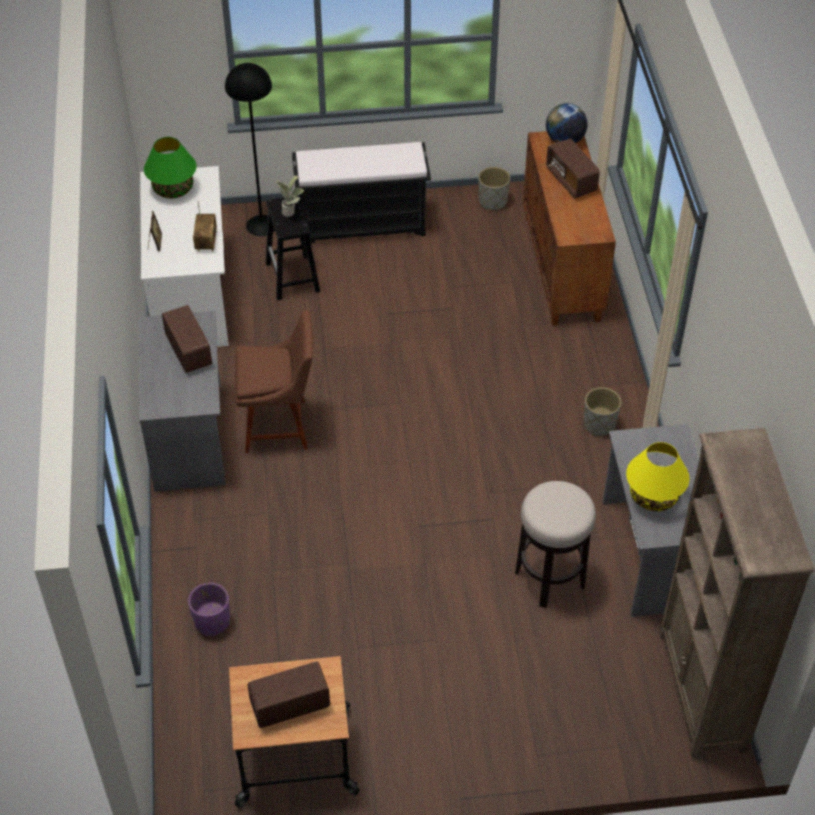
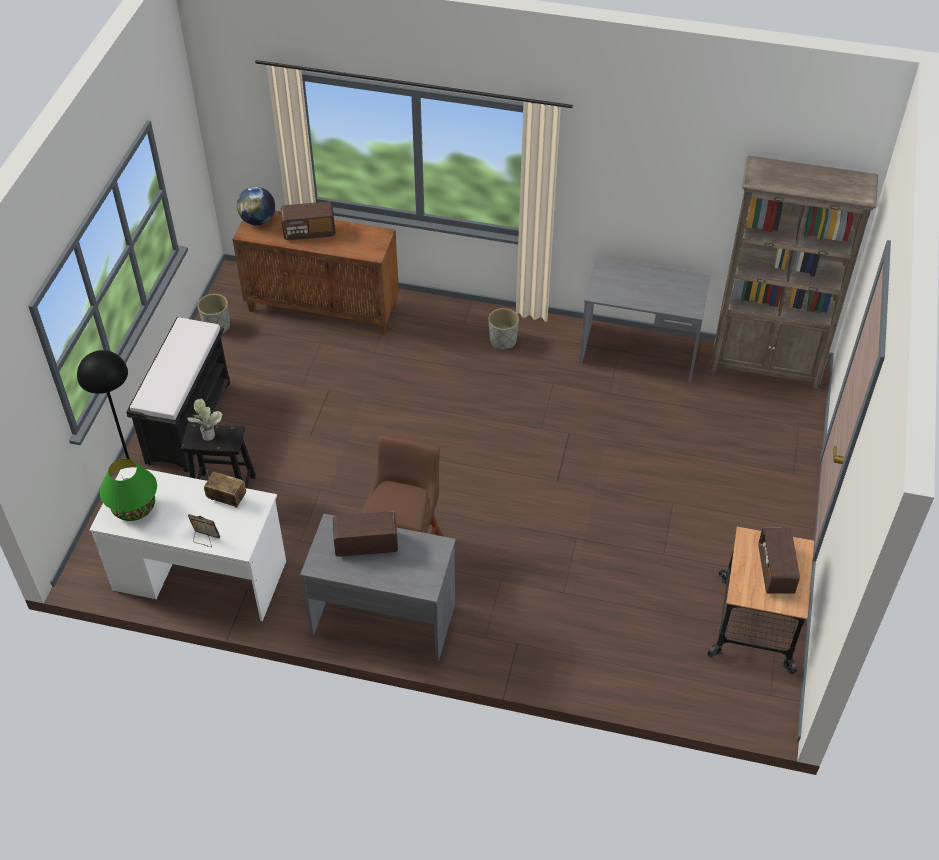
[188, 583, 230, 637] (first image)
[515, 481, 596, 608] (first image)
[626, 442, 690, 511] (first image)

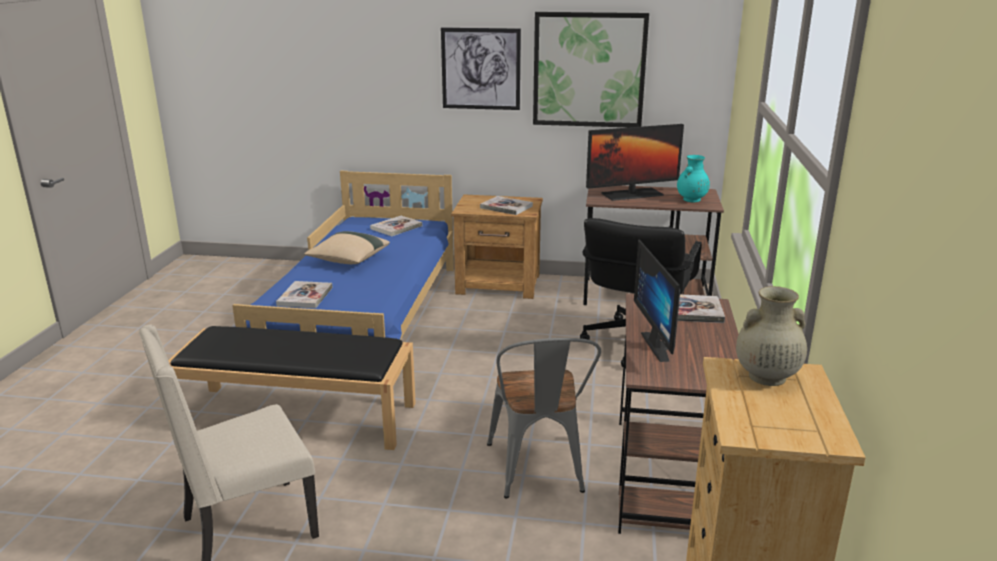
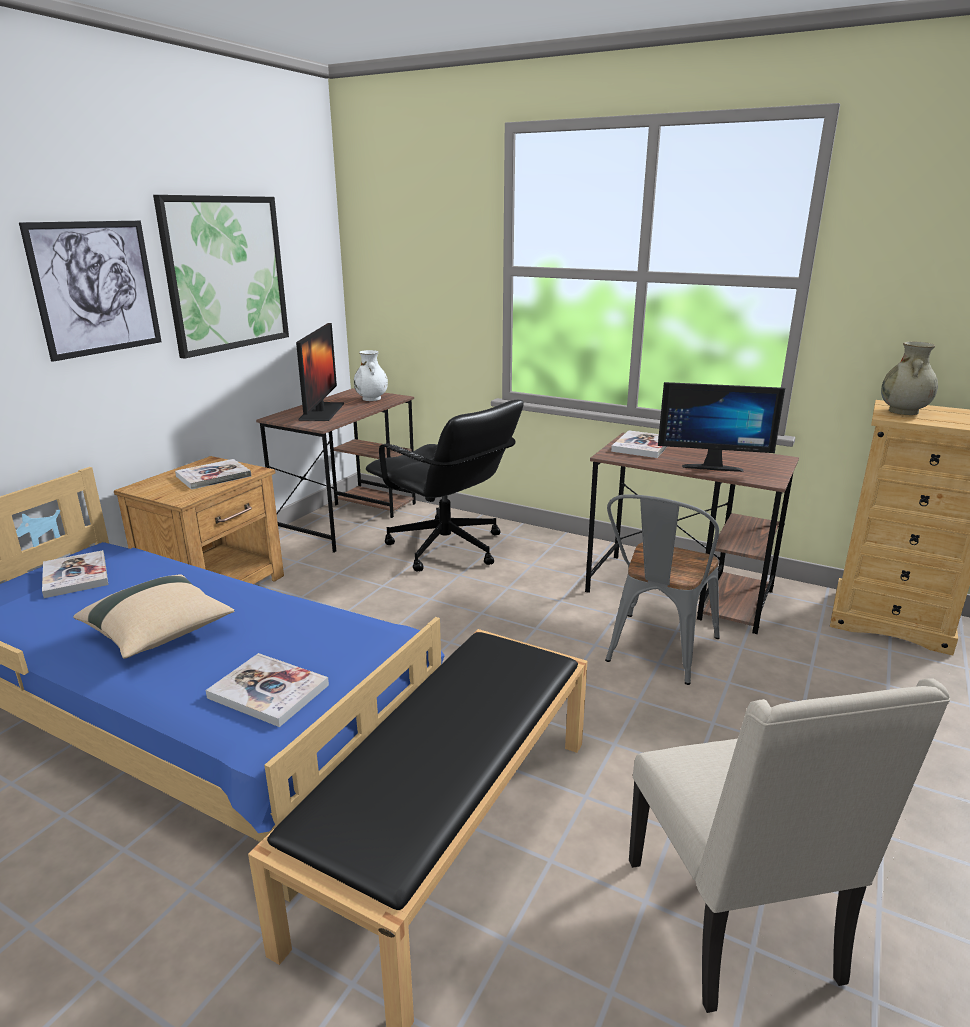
[354, 350, 388, 401]
[605, 494, 720, 685]

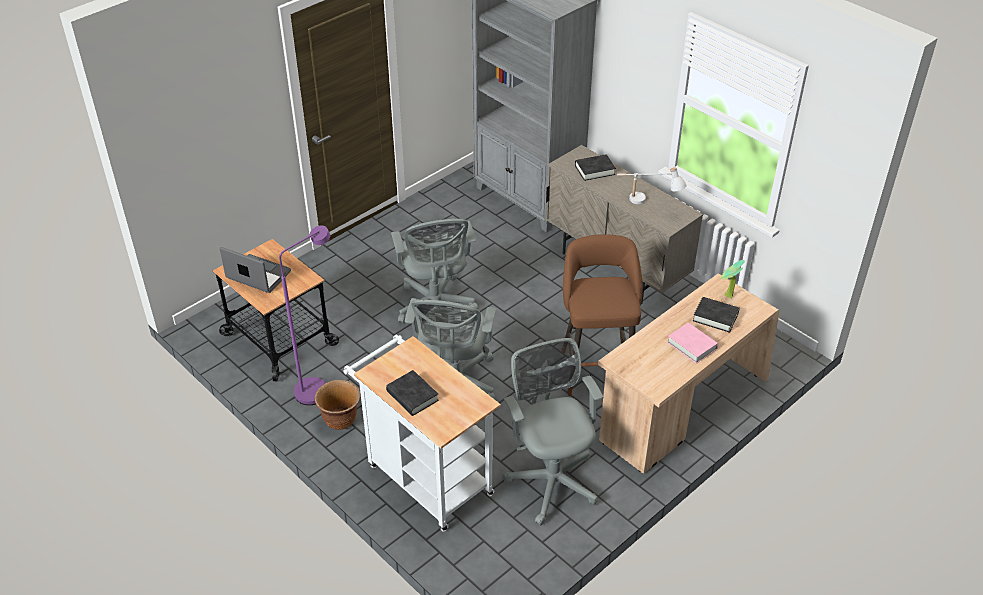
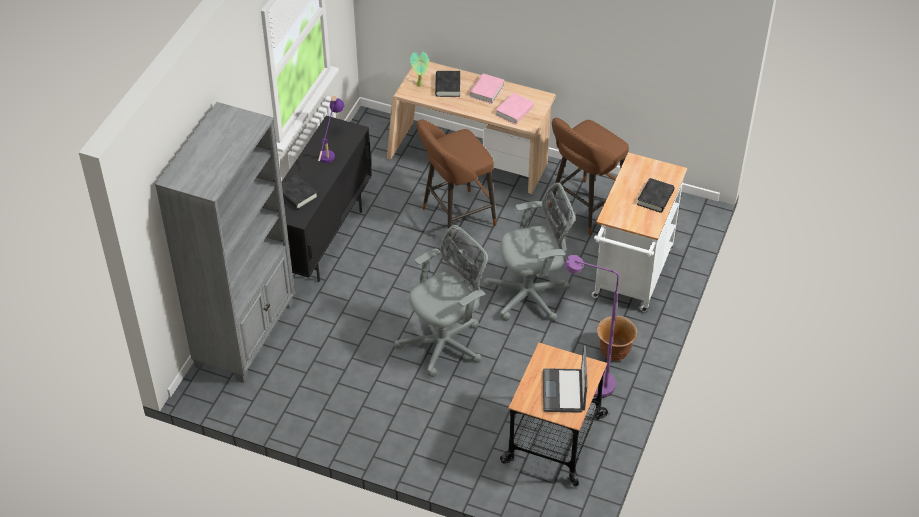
[282, 116, 372, 282]
[318, 95, 344, 163]
[496, 93, 534, 124]
[549, 118, 629, 235]

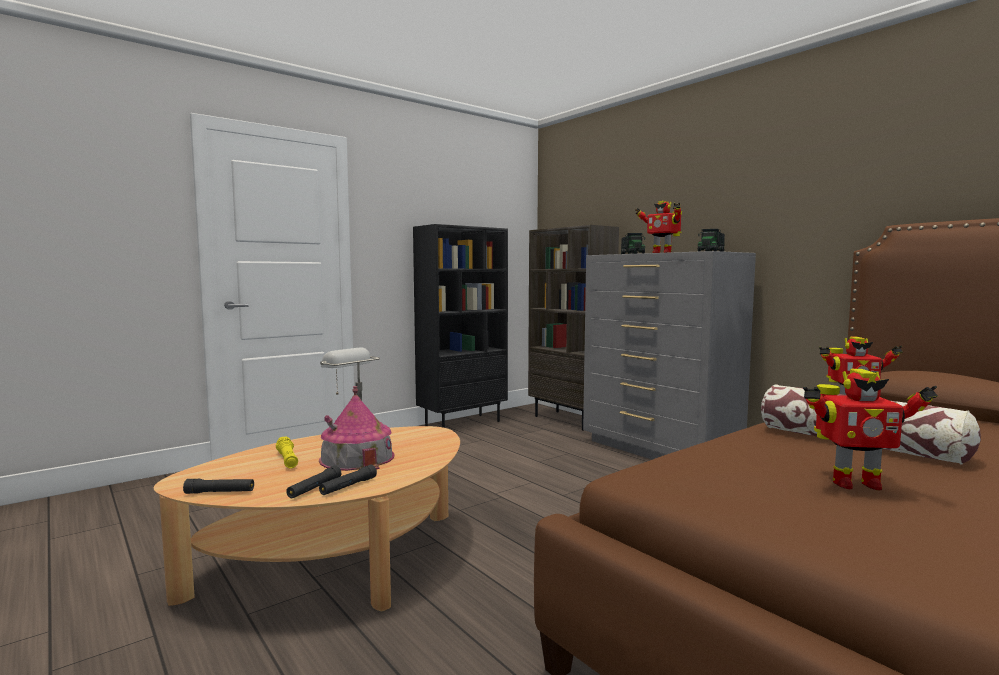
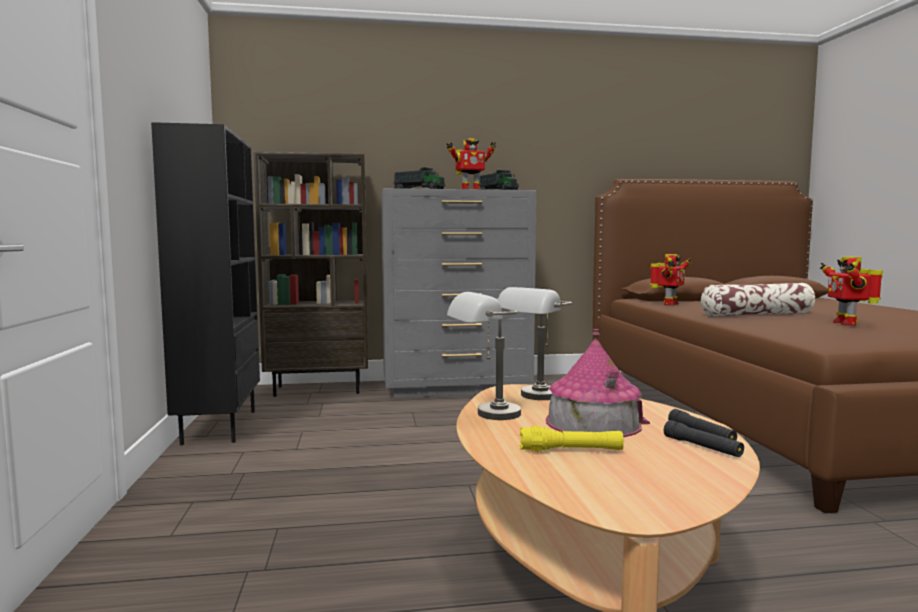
[497, 287, 572, 400]
[820, 257, 883, 326]
[183, 479, 254, 494] (first image)

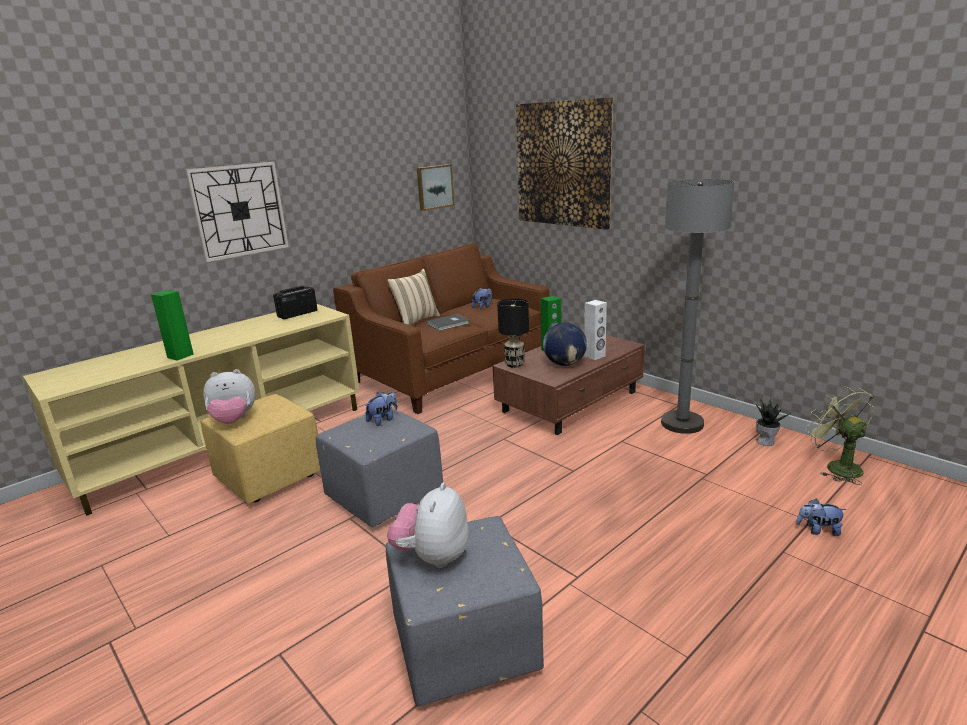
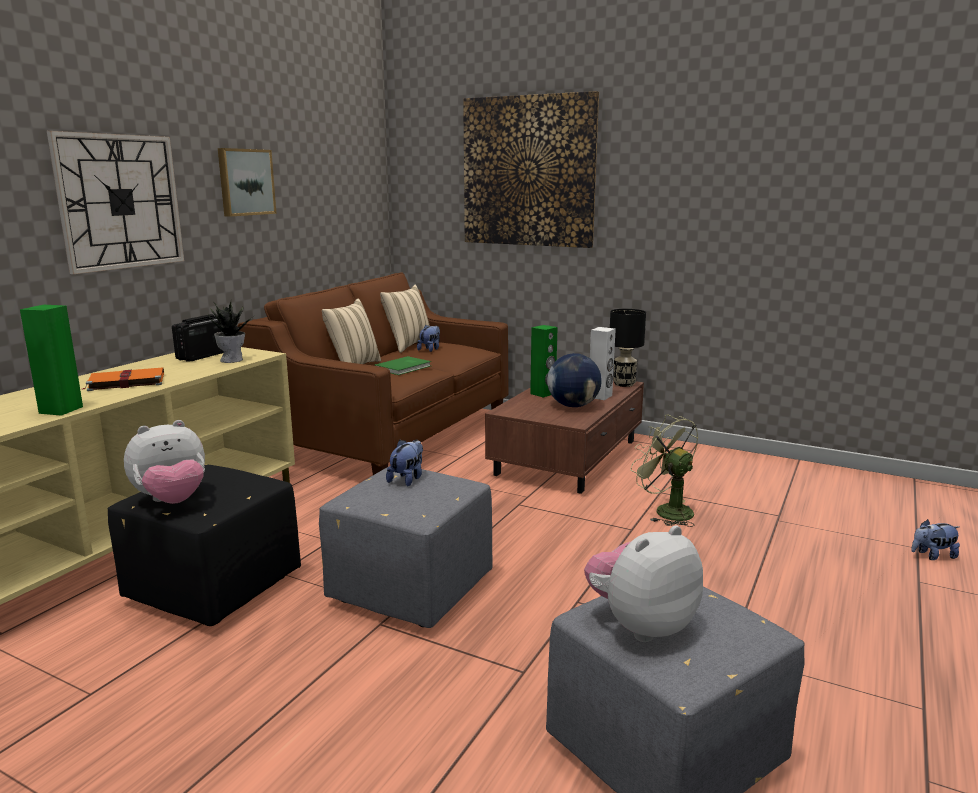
[81, 368, 164, 391]
[108, 465, 301, 626]
[208, 301, 254, 363]
[218, 148, 277, 217]
[374, 356, 431, 375]
[380, 285, 430, 353]
[584, 525, 703, 642]
[610, 309, 646, 387]
[630, 414, 698, 527]
[661, 179, 735, 434] (first image)

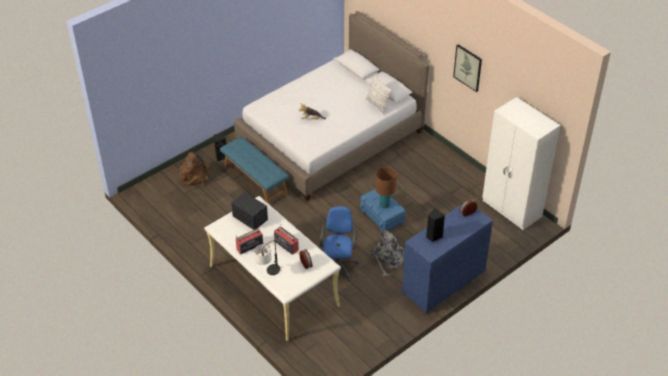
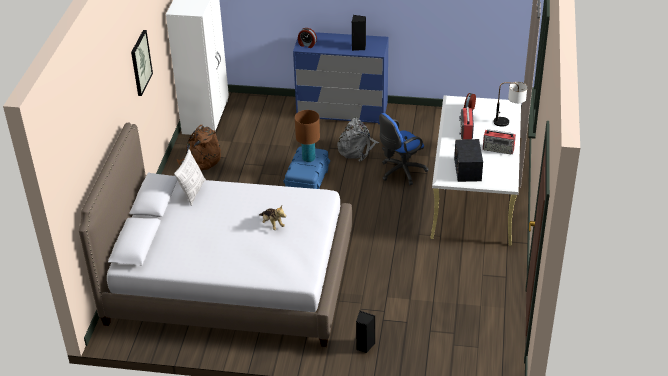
[177, 125, 221, 171]
[220, 136, 289, 205] (first image)

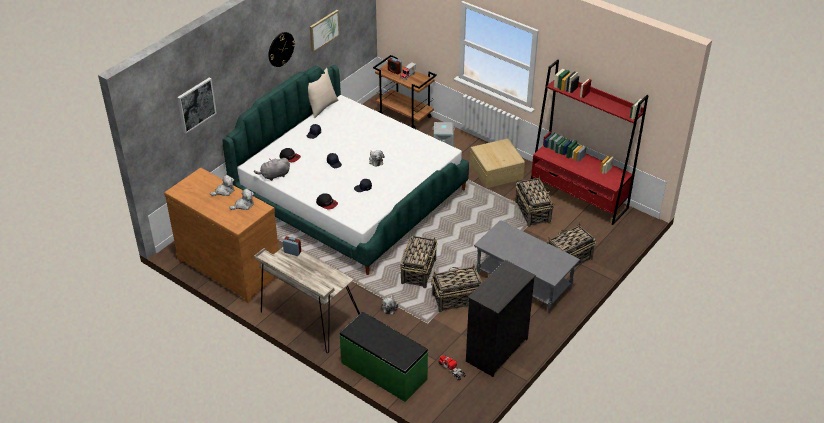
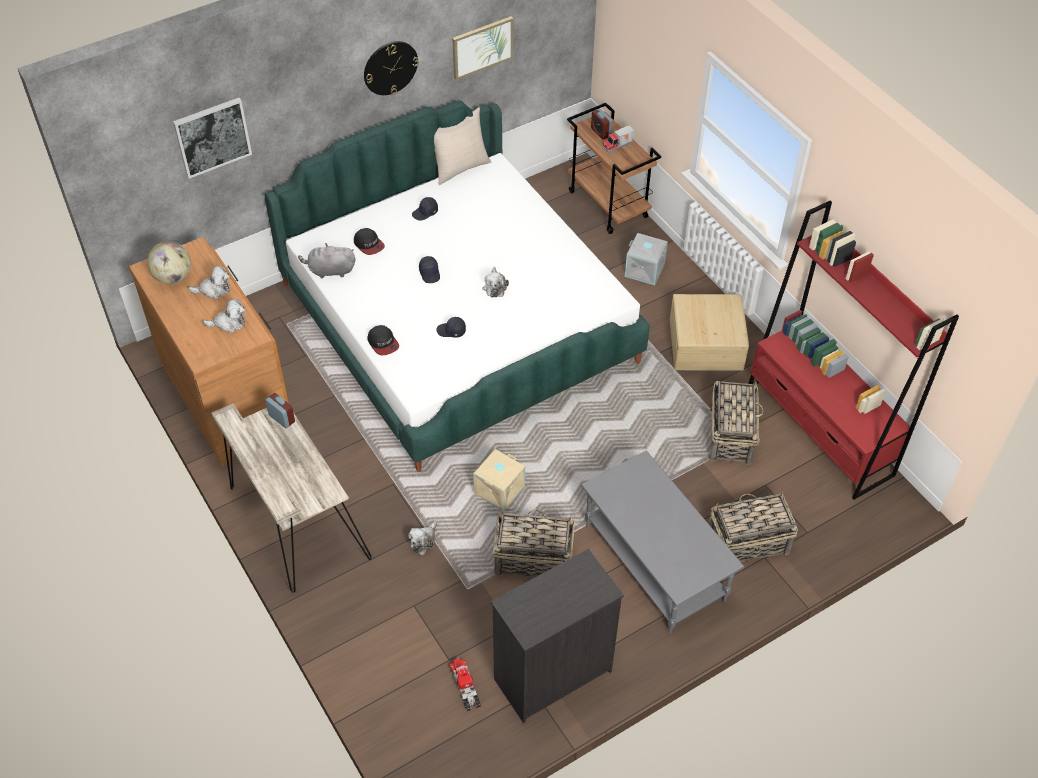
[147, 241, 191, 284]
[473, 449, 525, 511]
[339, 312, 428, 402] (first image)

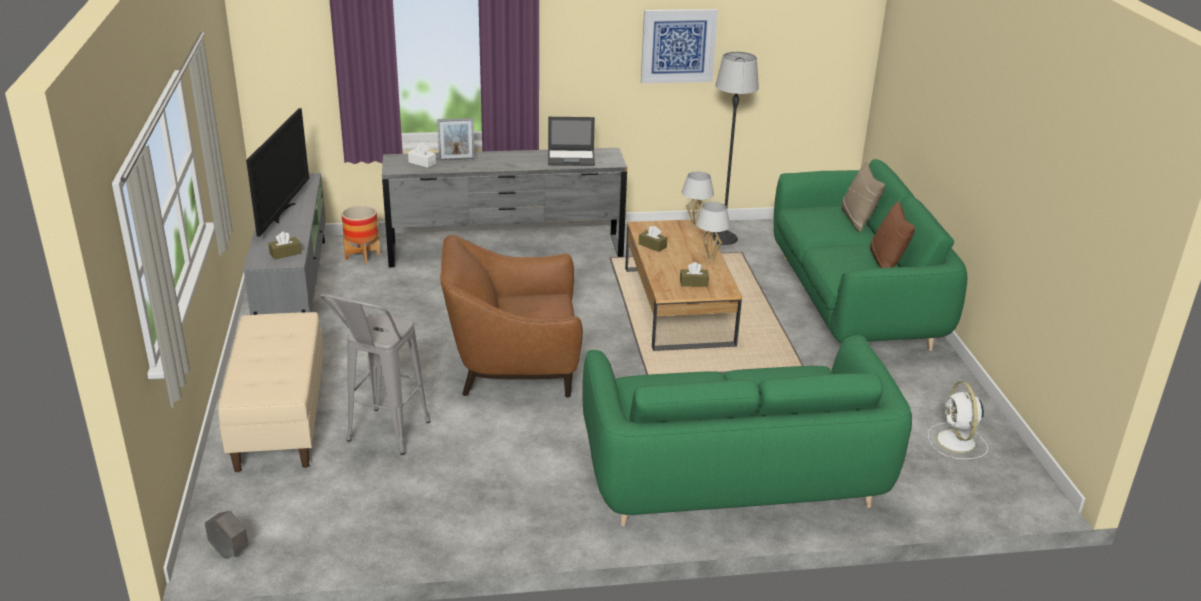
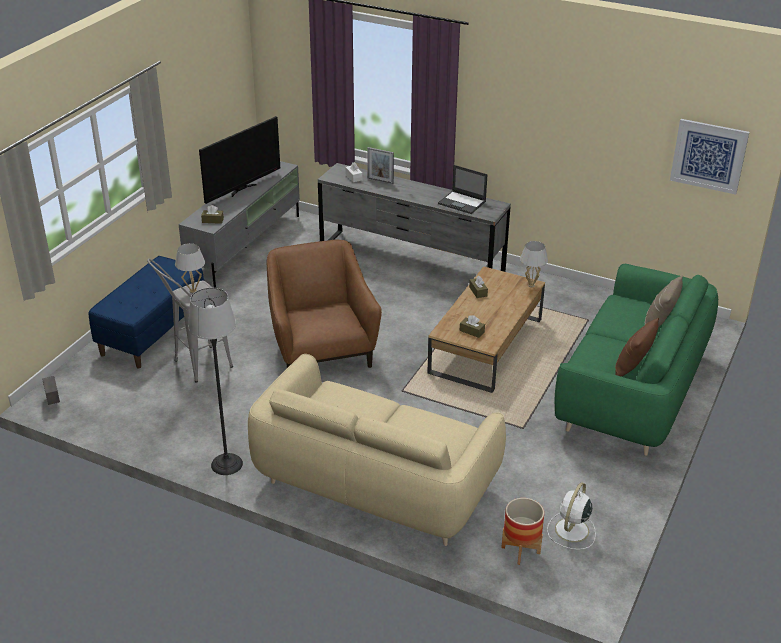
[89, 256, 204, 369]
[175, 243, 205, 293]
[188, 288, 243, 475]
[248, 354, 506, 546]
[267, 240, 382, 368]
[501, 498, 544, 565]
[670, 119, 749, 195]

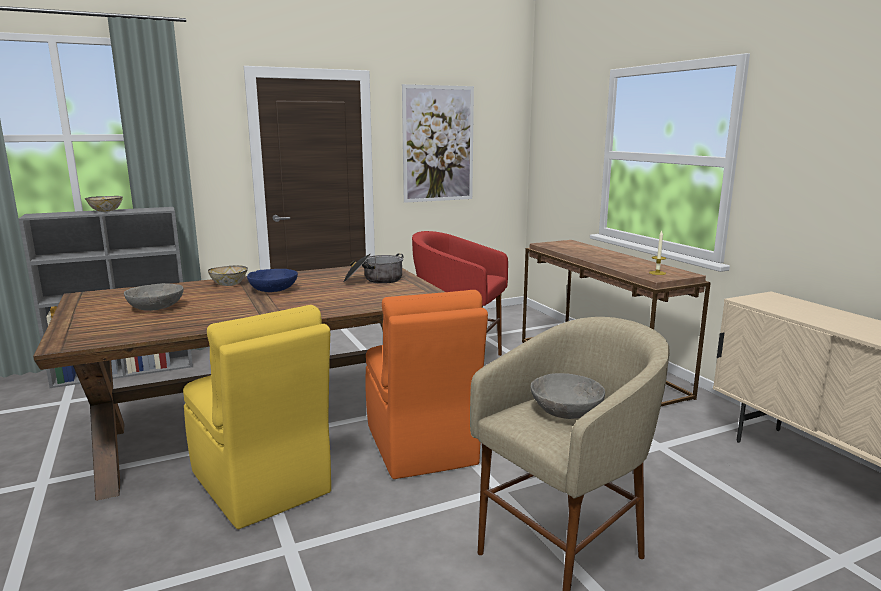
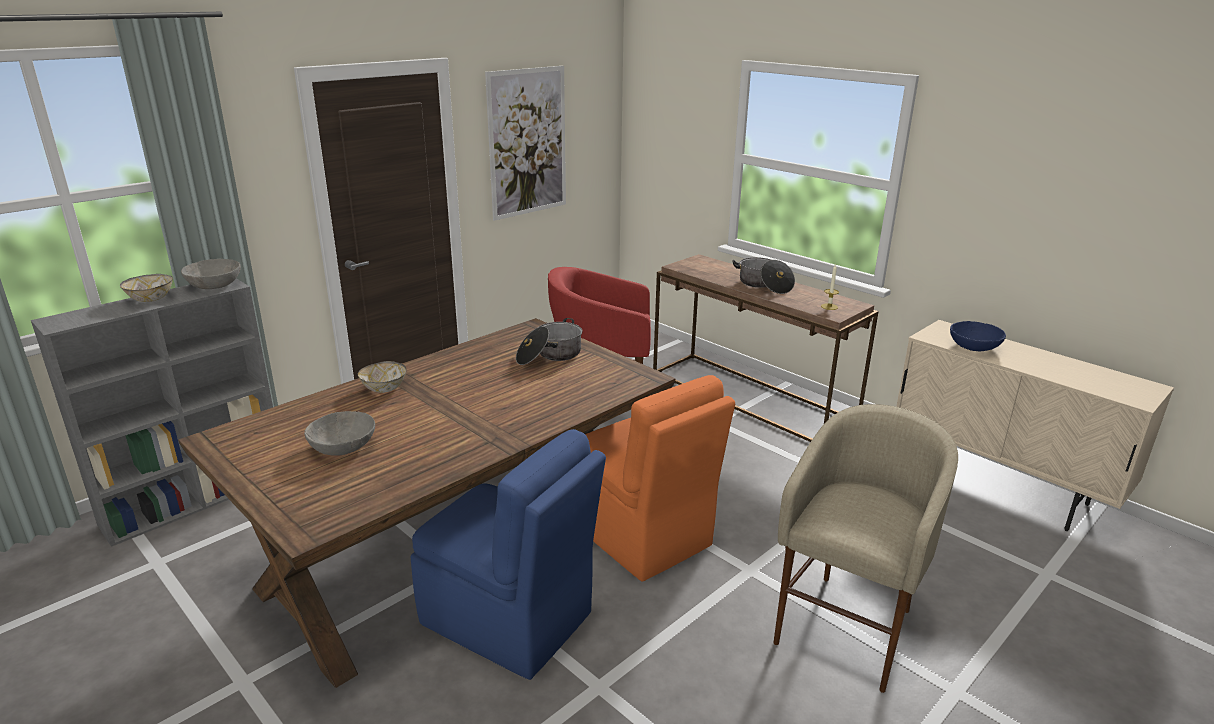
[181, 259, 241, 289]
[411, 429, 606, 680]
[732, 257, 795, 294]
[950, 321, 1006, 351]

